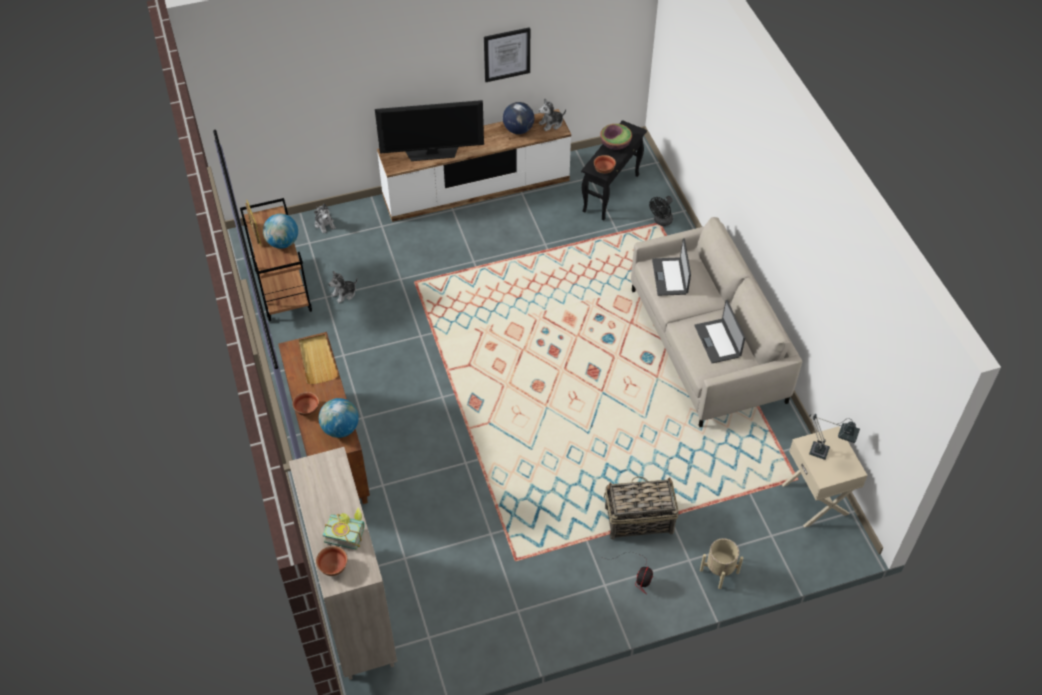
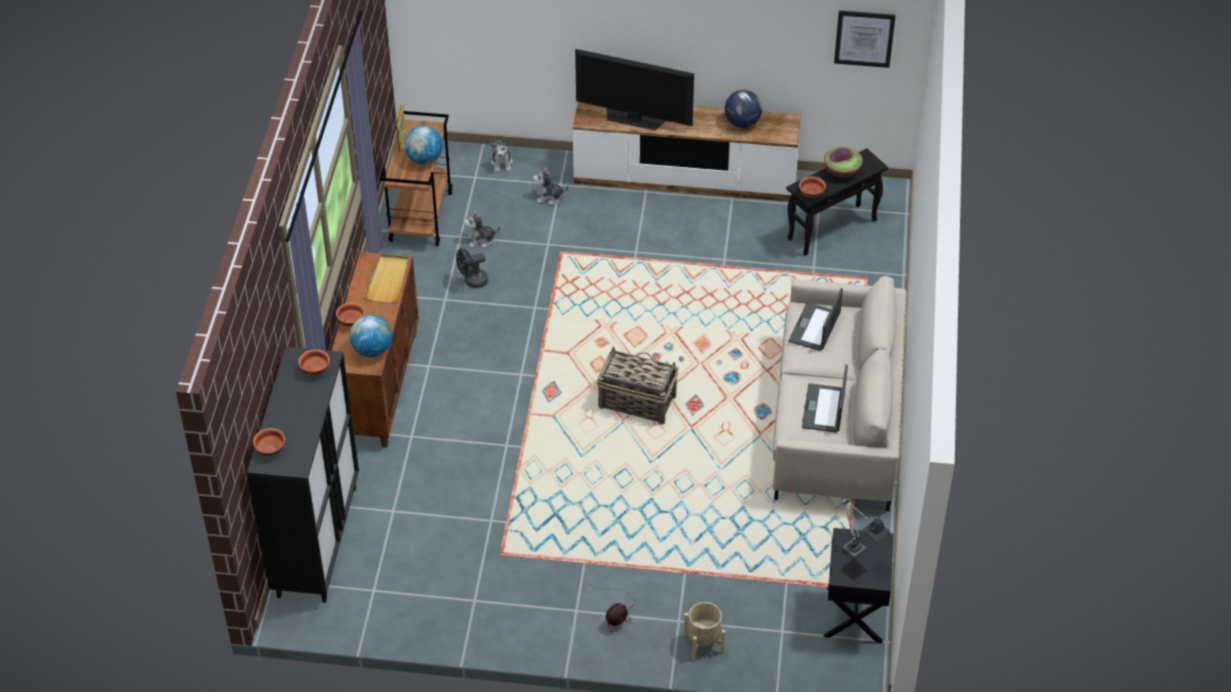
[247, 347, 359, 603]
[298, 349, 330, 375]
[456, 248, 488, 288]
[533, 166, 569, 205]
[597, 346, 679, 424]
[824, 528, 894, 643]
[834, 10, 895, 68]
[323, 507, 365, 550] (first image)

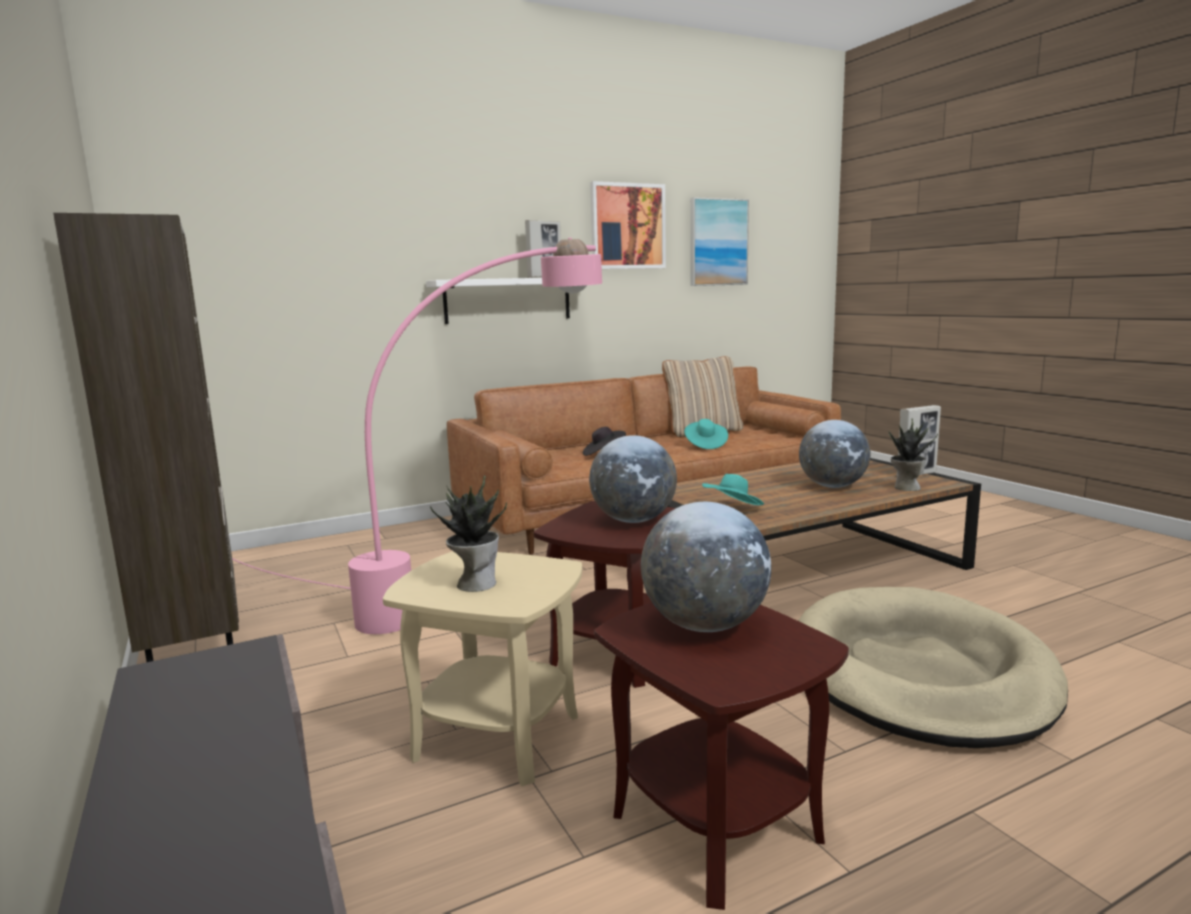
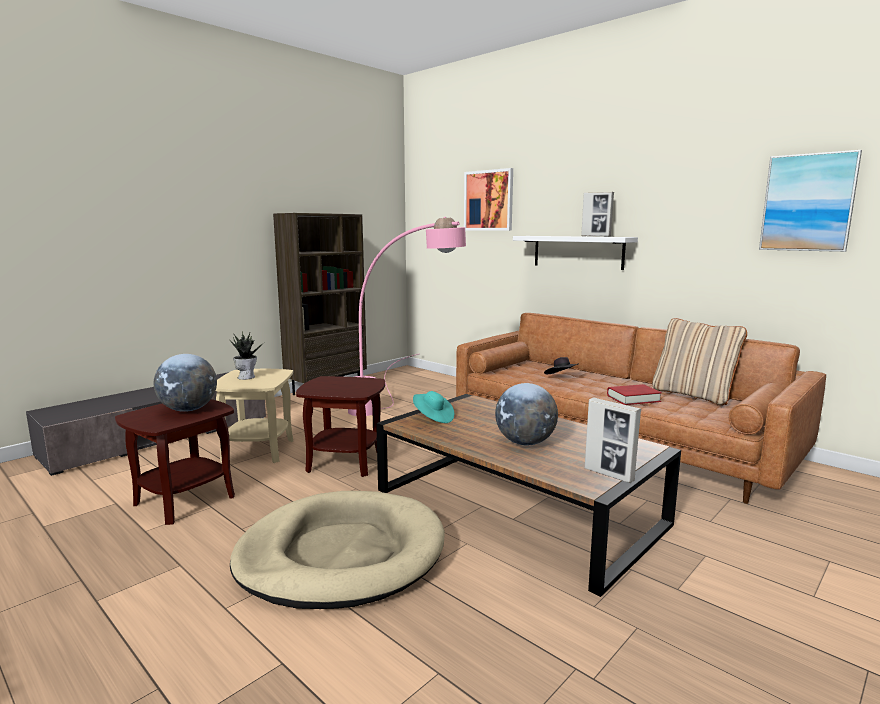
[464, 168, 513, 231]
[607, 384, 662, 405]
[589, 435, 677, 523] (first image)
[888, 419, 938, 491] (first image)

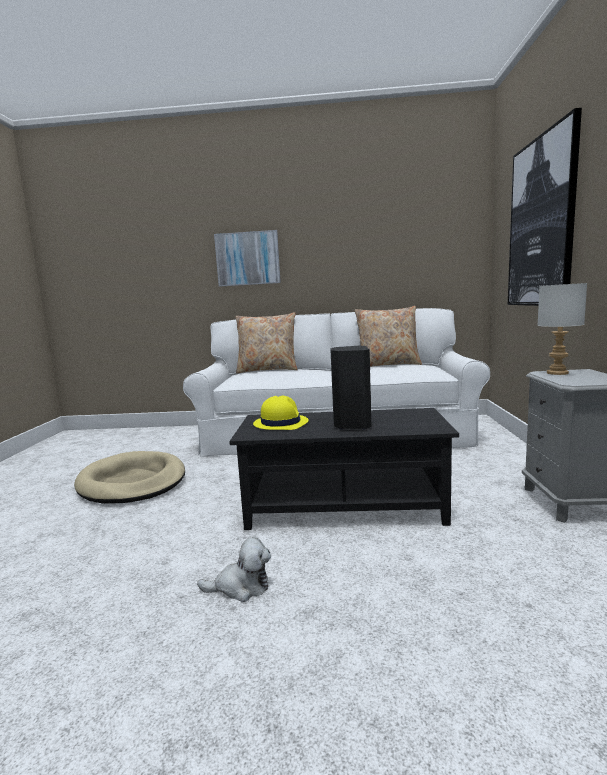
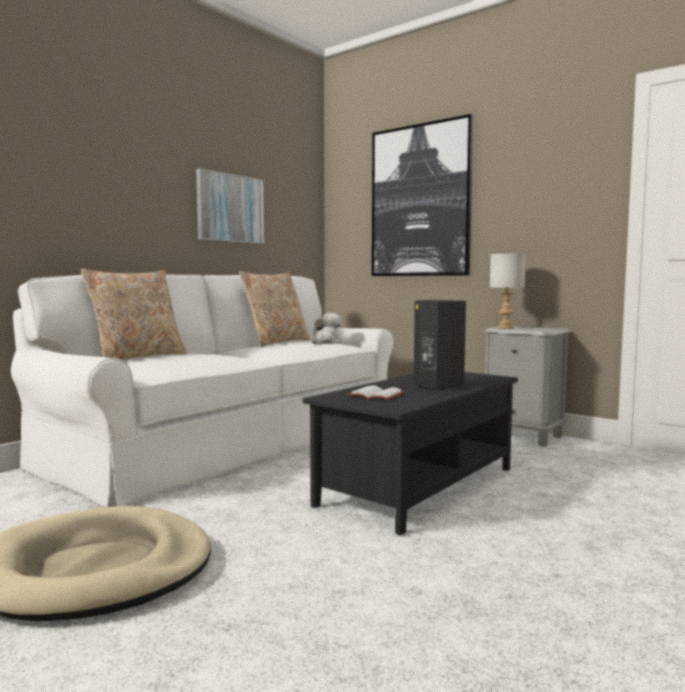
[196, 168, 264, 244]
[311, 313, 342, 344]
[348, 385, 404, 400]

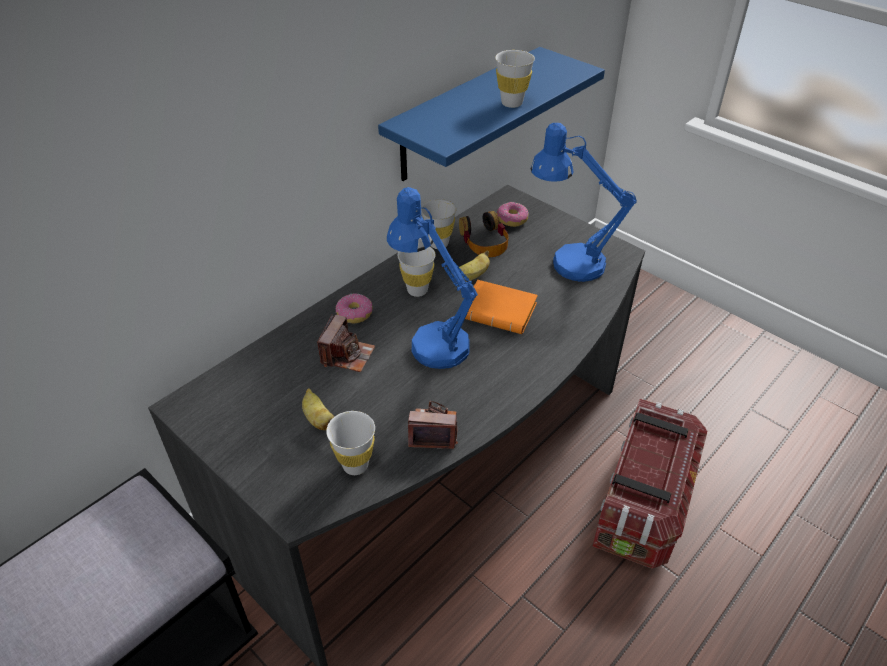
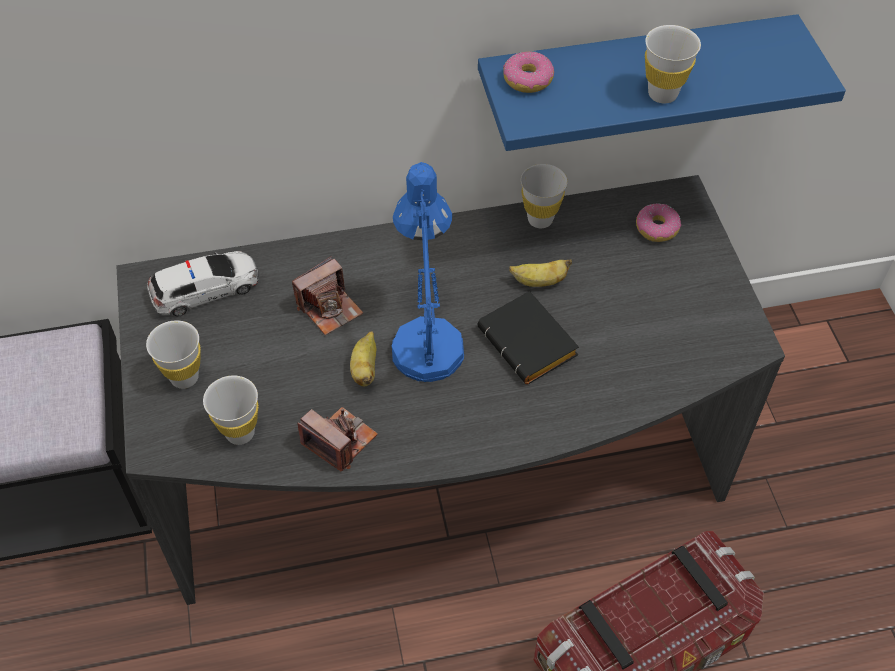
[146, 320, 201, 389]
[147, 251, 259, 317]
[350, 331, 376, 386]
[478, 291, 579, 384]
[503, 51, 554, 93]
[459, 211, 509, 257] (first image)
[530, 123, 637, 282] (first image)

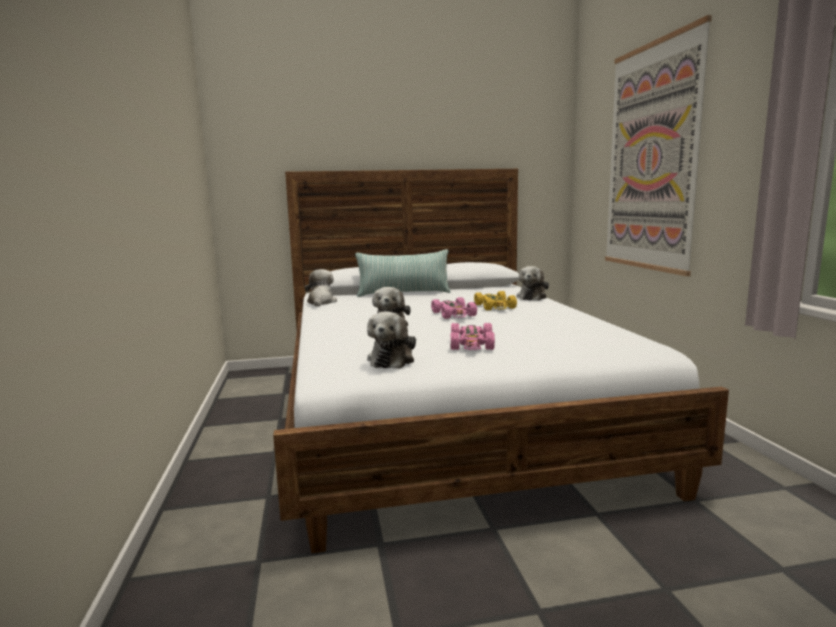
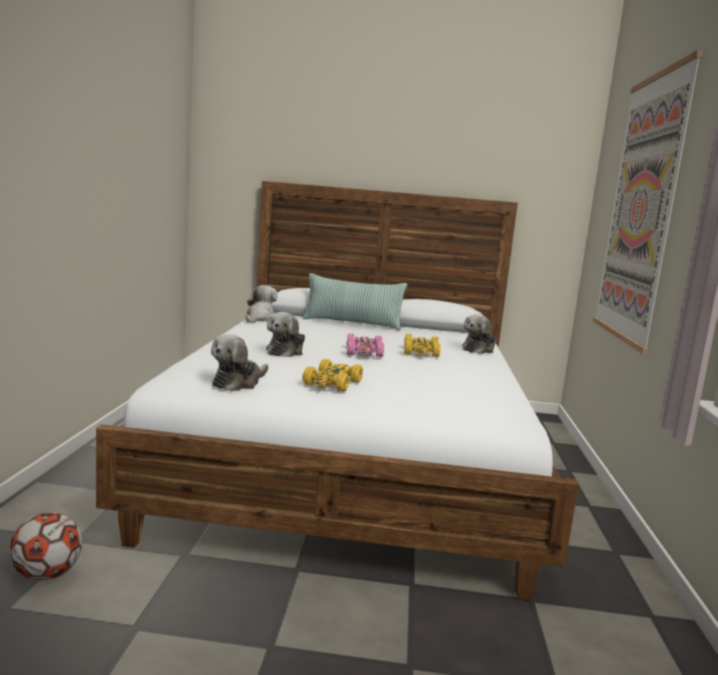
[10, 512, 82, 581]
[302, 359, 363, 392]

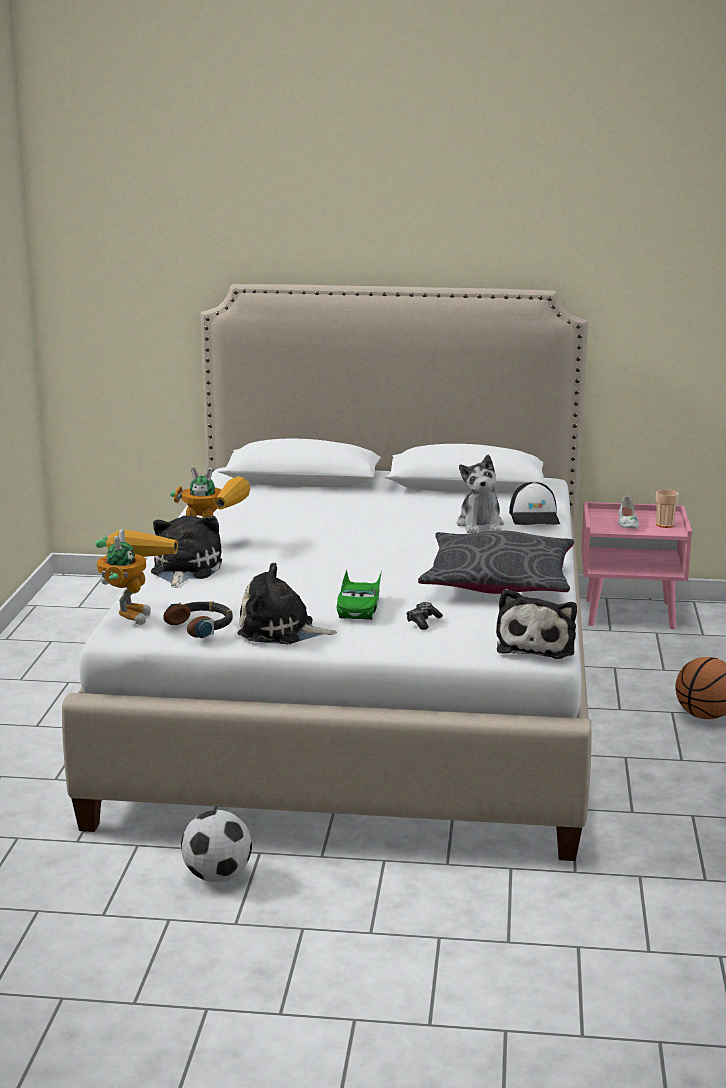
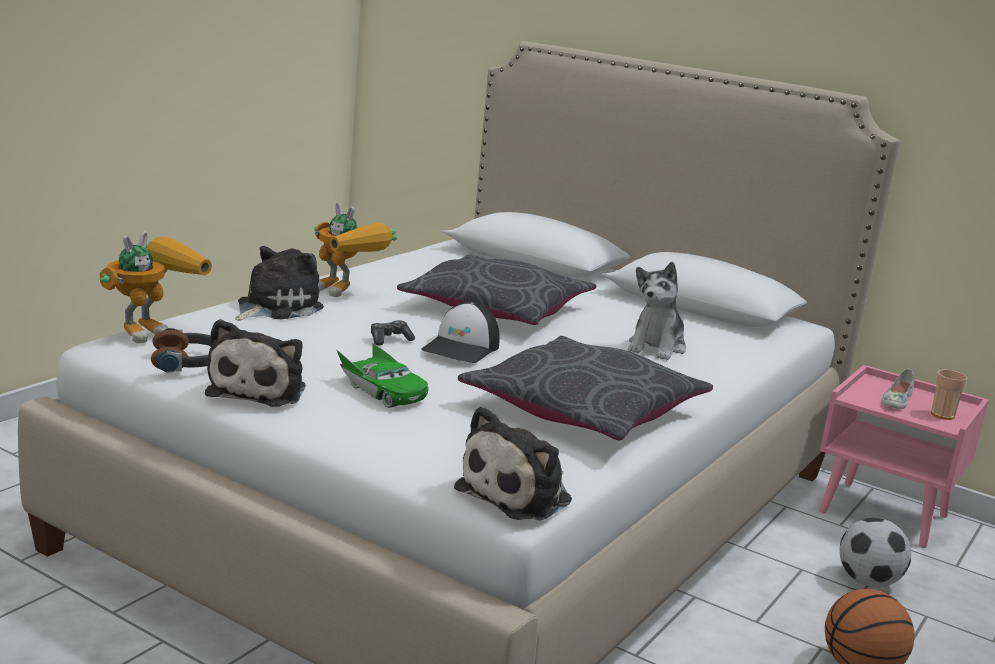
[205, 319, 306, 407]
[336, 342, 428, 408]
[371, 320, 415, 346]
[397, 255, 596, 325]
[421, 302, 500, 363]
[840, 518, 911, 587]

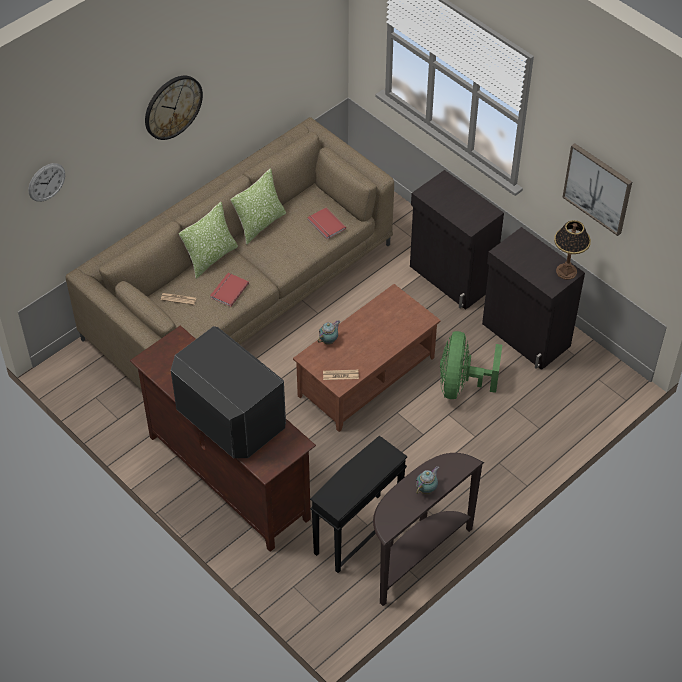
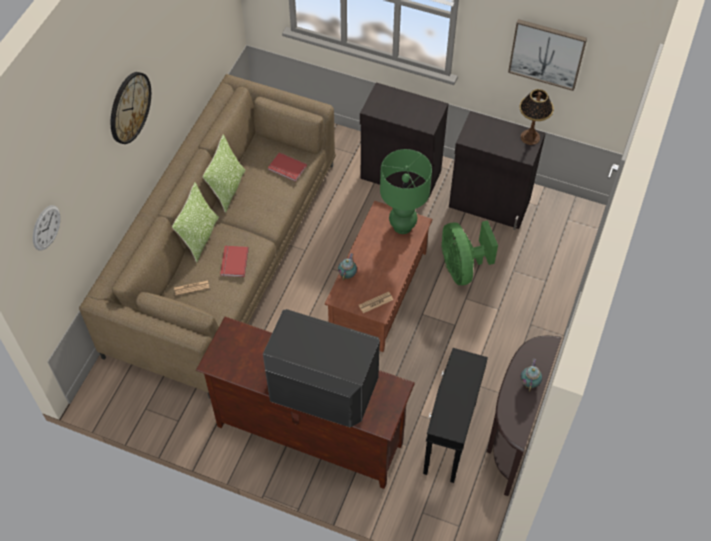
[380, 149, 432, 234]

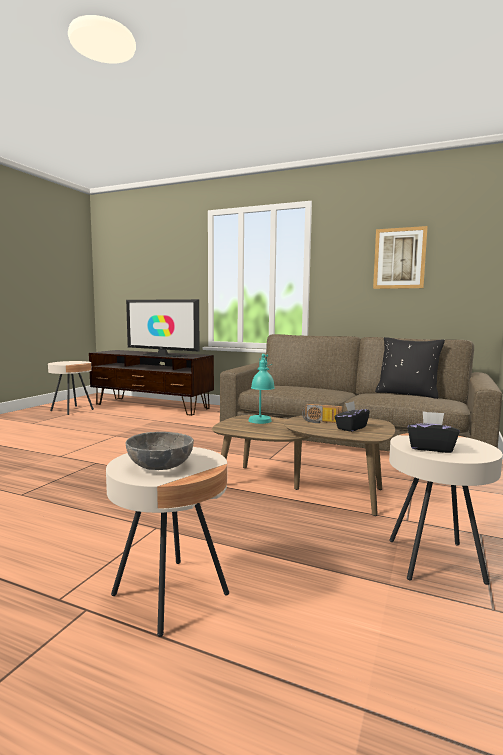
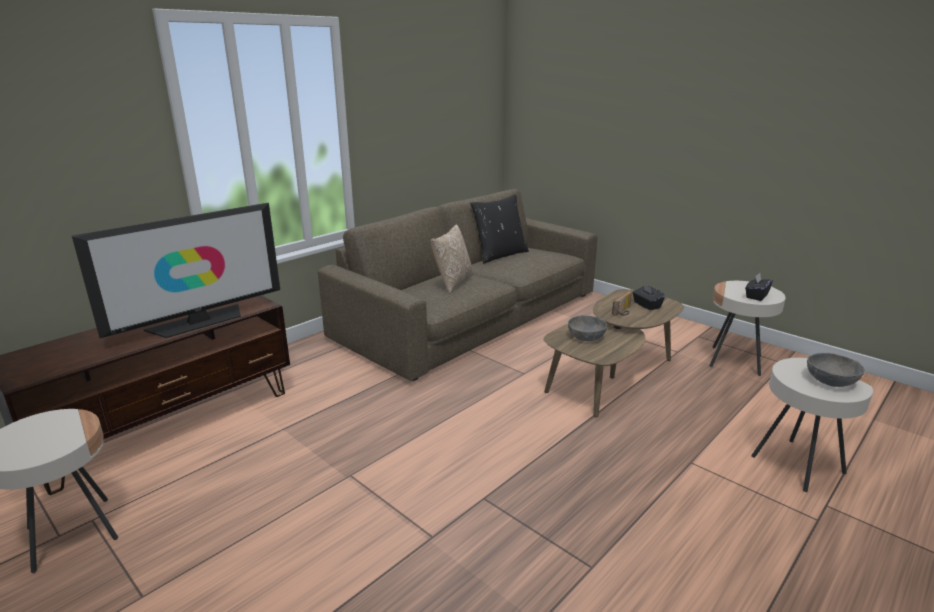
[431, 224, 473, 294]
[568, 315, 607, 341]
[373, 226, 428, 289] (first image)

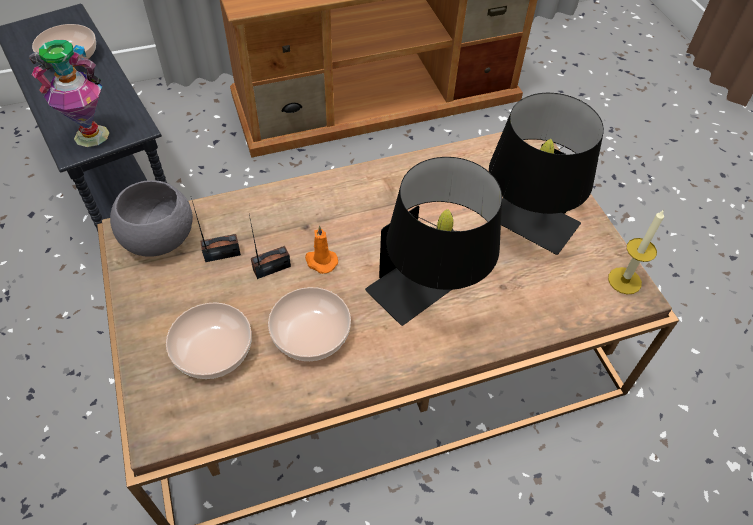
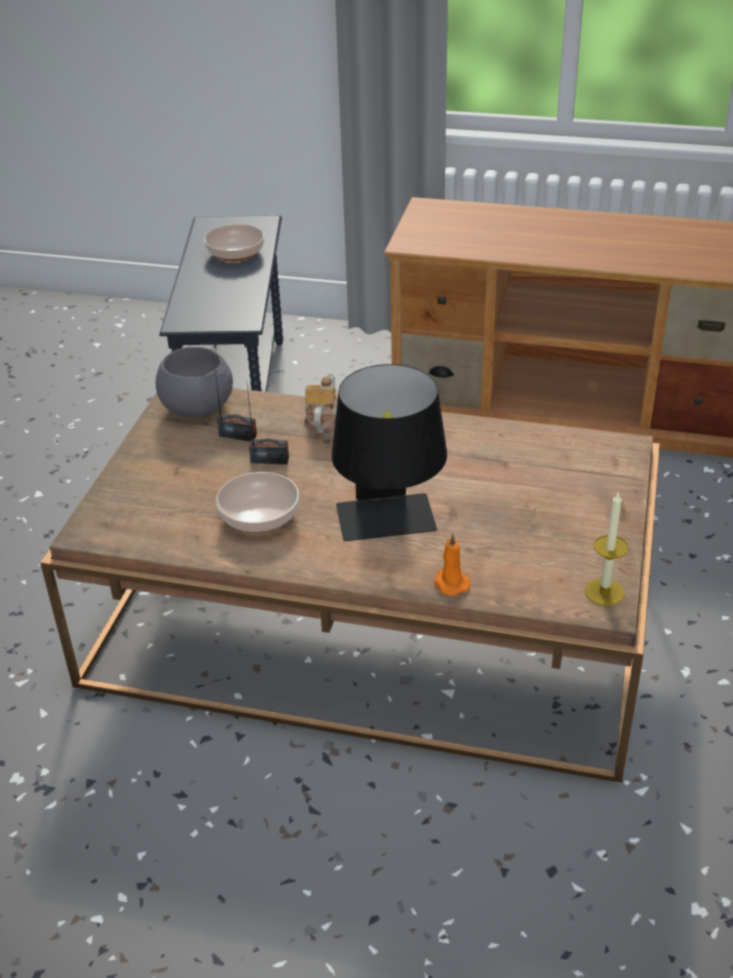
[304, 374, 338, 433]
[434, 533, 471, 596]
[29, 40, 110, 147] (first image)
[166, 303, 251, 379] (first image)
[489, 93, 604, 255] (first image)

